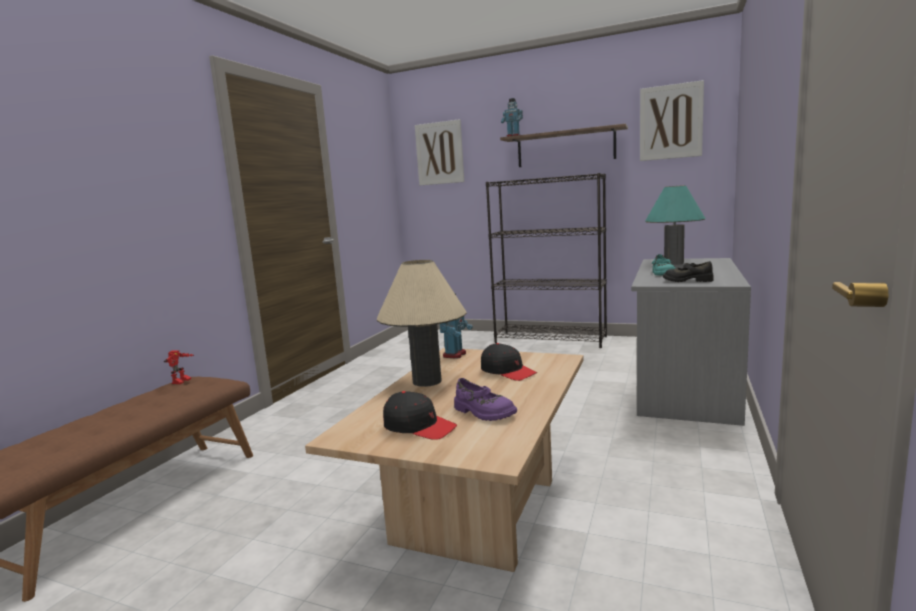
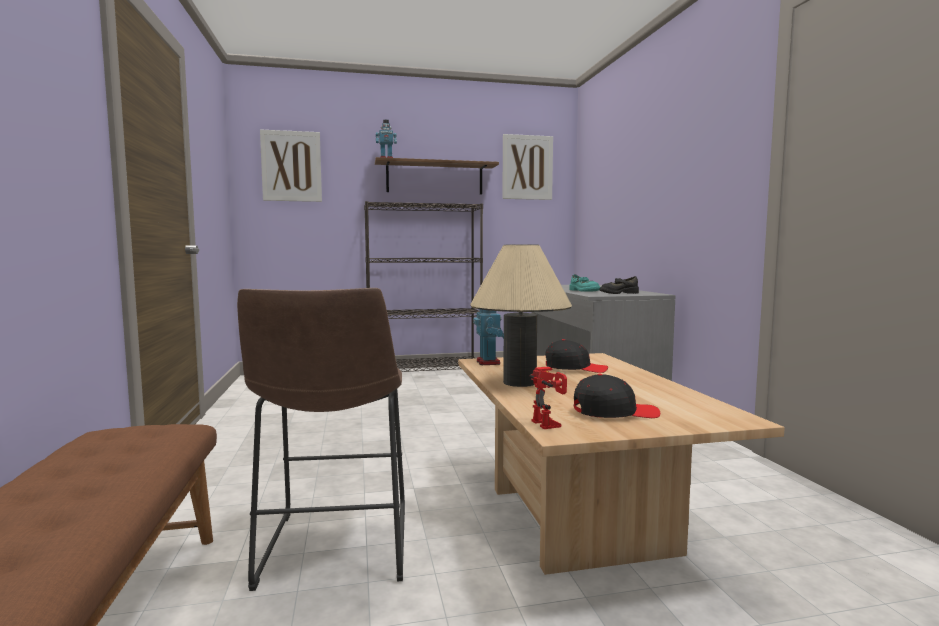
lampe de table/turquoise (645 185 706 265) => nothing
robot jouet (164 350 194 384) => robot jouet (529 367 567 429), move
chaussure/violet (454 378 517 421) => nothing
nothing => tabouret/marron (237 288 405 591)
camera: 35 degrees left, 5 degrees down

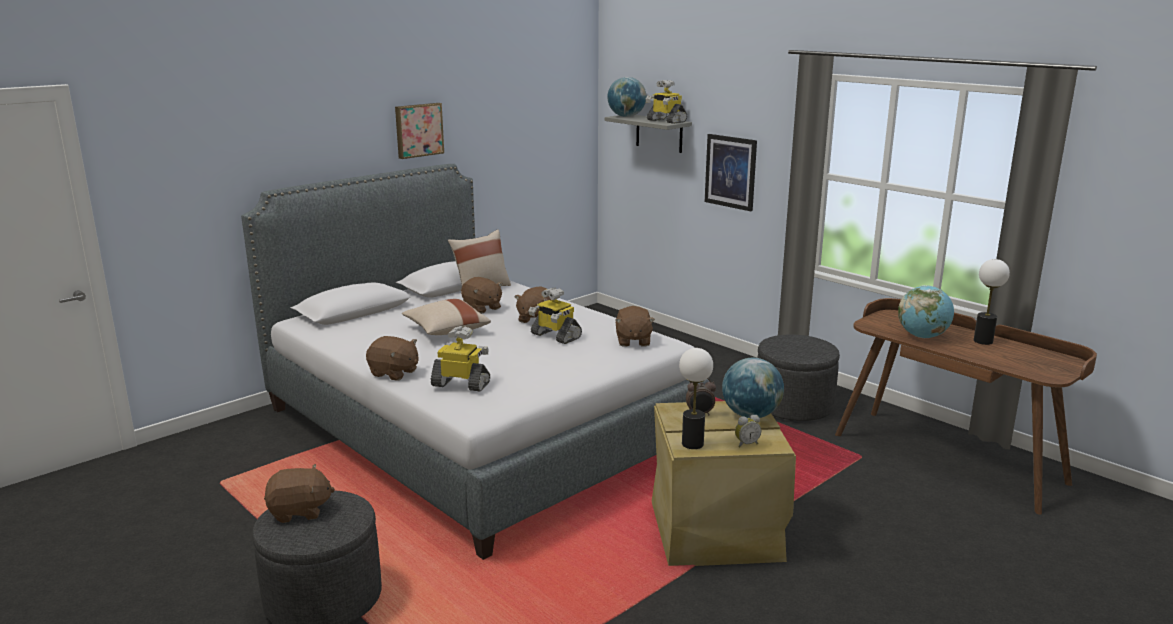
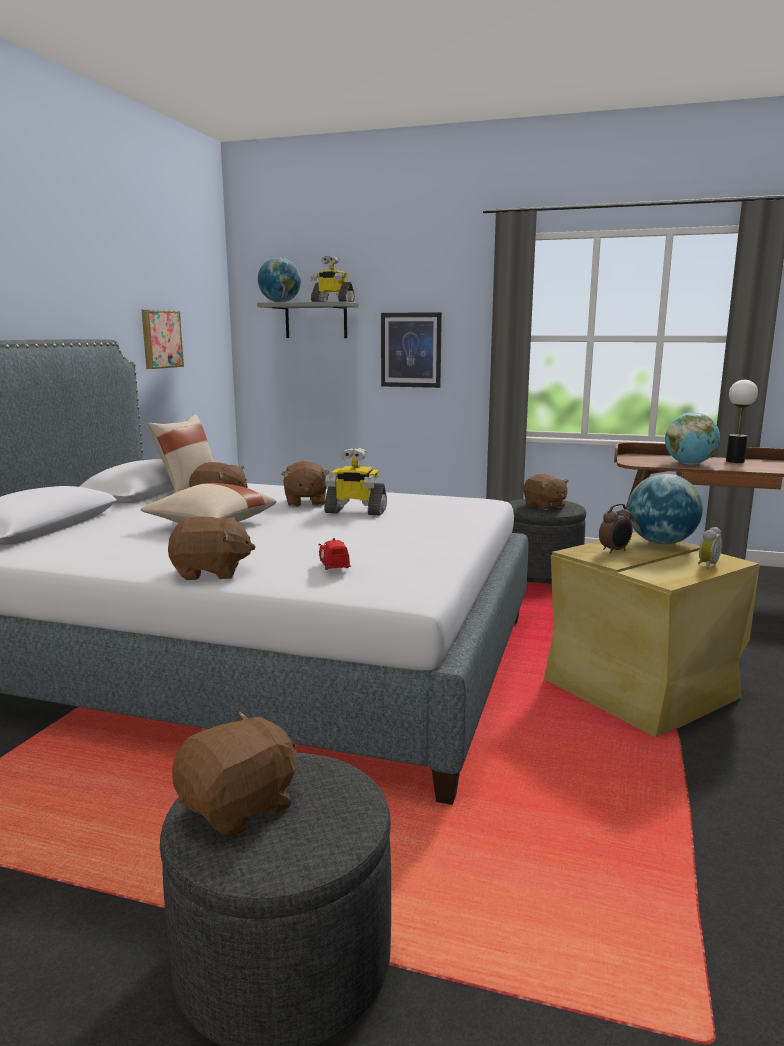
tableau (395 103 444 159) => tableau (142 310 184 369), move
peluche/marron (615 306 655 347) => peluche/marron (524 474 569 510), move
robot jouet (431 326 490 392) => petite voiture/rouge (318 538 351 570)
lampe de table (679 348 713 449) => nothing
camera: 30 degrees left, 5 degrees down

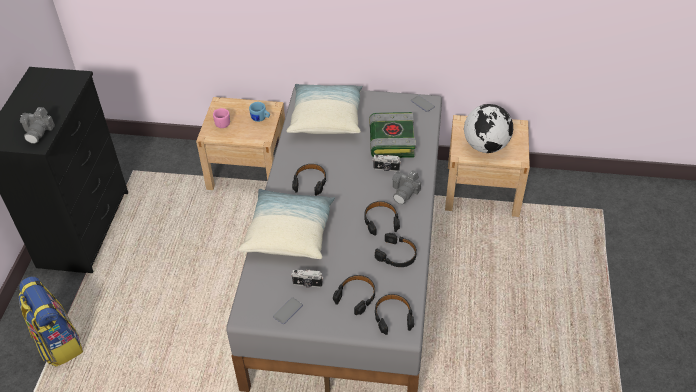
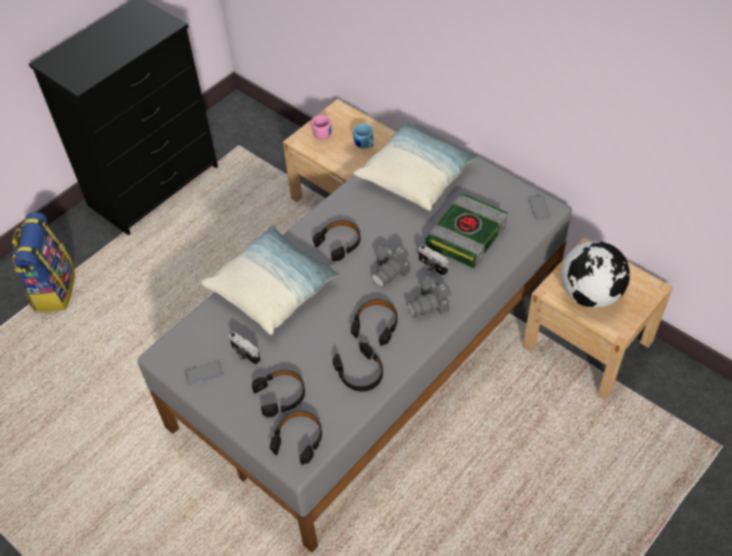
appareil photo (20 107 55 144) => appareil photo (372 244 410 287), move
camera: 35 degrees right, 5 degrees up

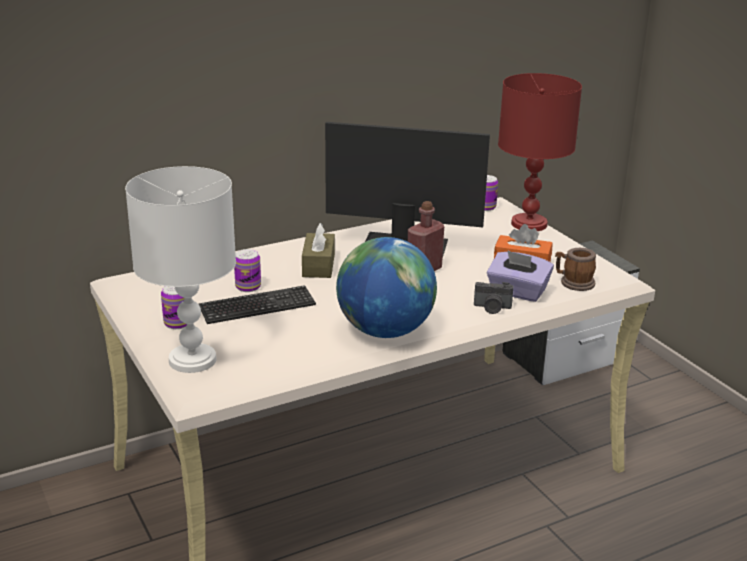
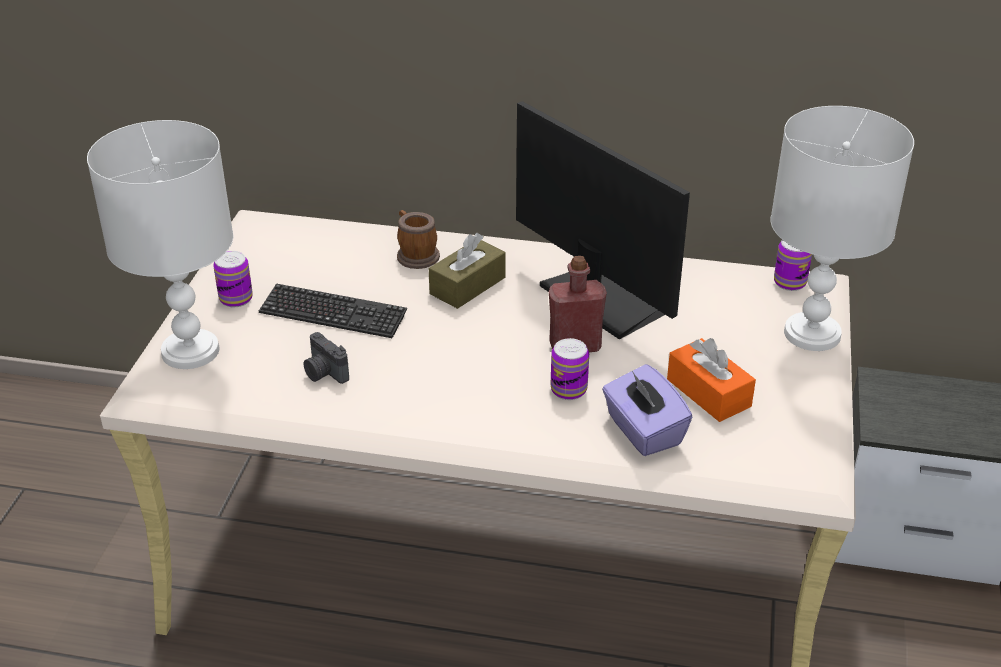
lampe de table/rouge (498 73 582 231) => lampe de table/blanc (770 106 914 351)
globe (336 237 437 338) => nothing
mug (555 248 596 291) => mug (397 210 440 269), move
boîte métallique (234 249 261 292) => boîte métallique (551 338 589 400), move
appareil photo (474 282 513 314) => appareil photo (303 332 349 384), move
camera: 40 degrees right, 10 degrees up

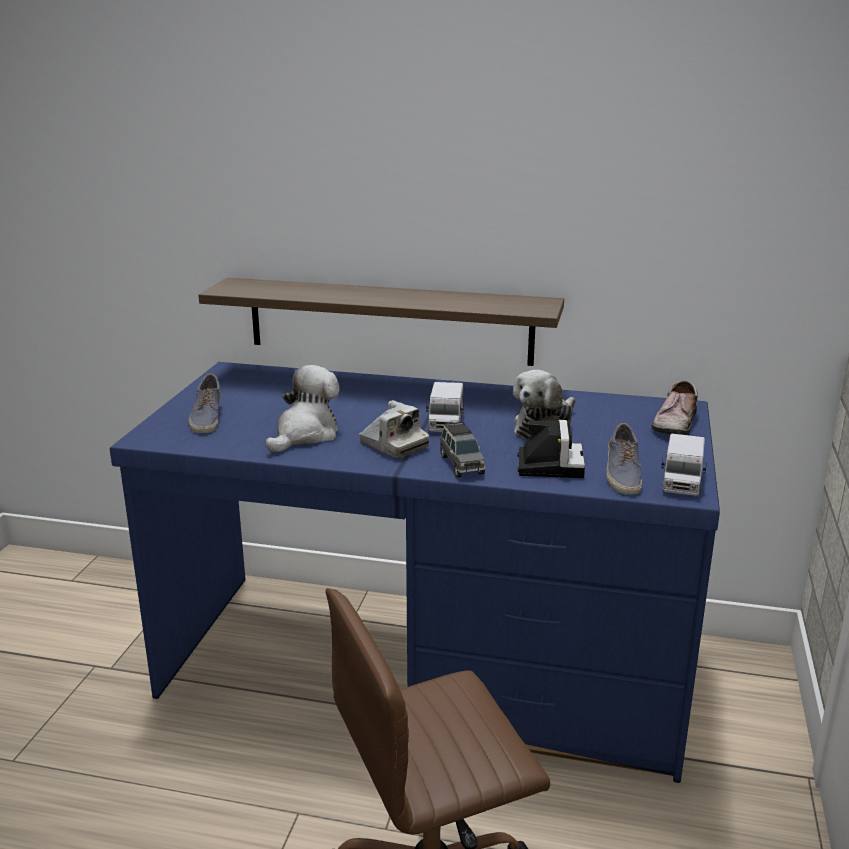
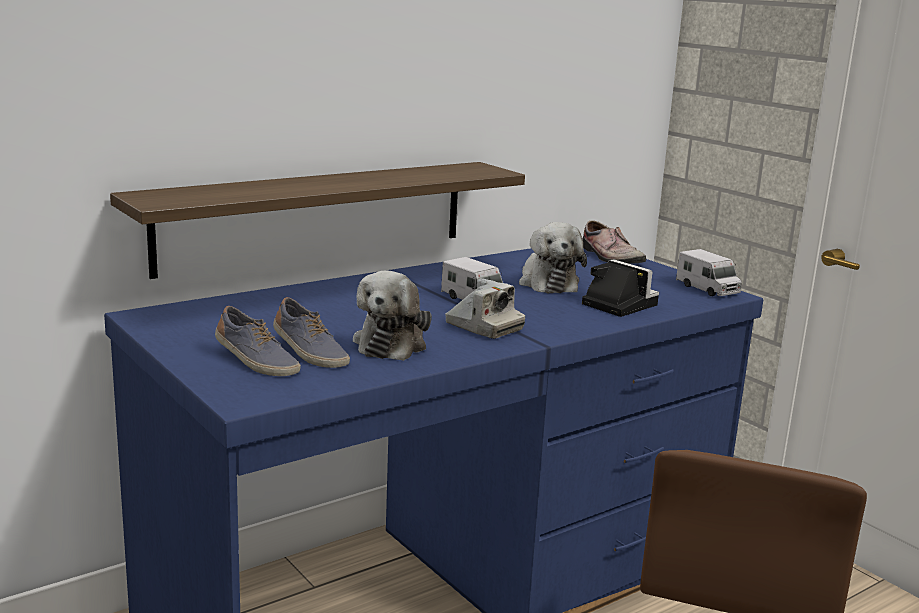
peluche (266 365 340 452) => peluche (353 270 432 361), 150 degrees counterclockwise
appareil photo (359 400 429 458) => appareil photo (445 278 525 339), 45 degrees clockwise
petite voiture/gris (440 422 485 478) => nothing
chaussure (606 423 642 495) => chaussure (273 297 350 368), move
camera: 50 degrees left, 5 degrees down

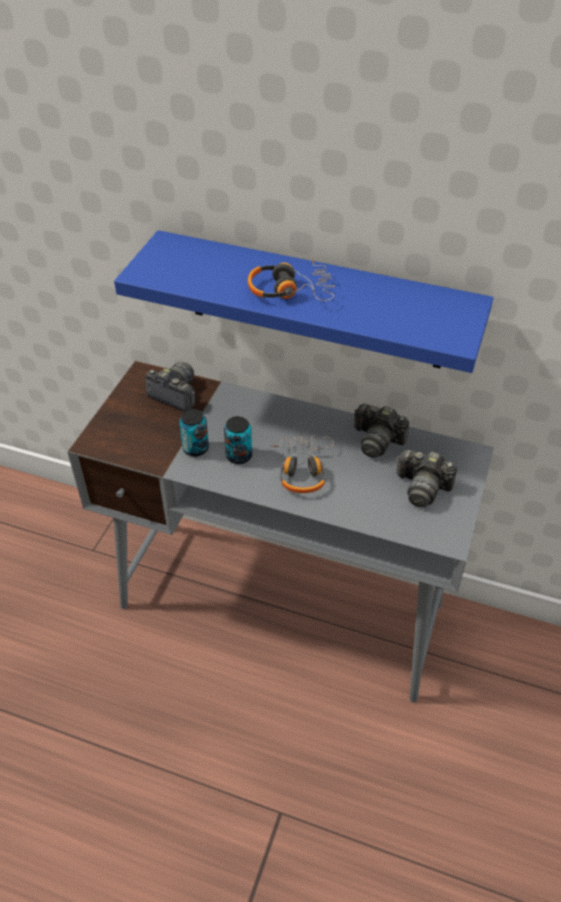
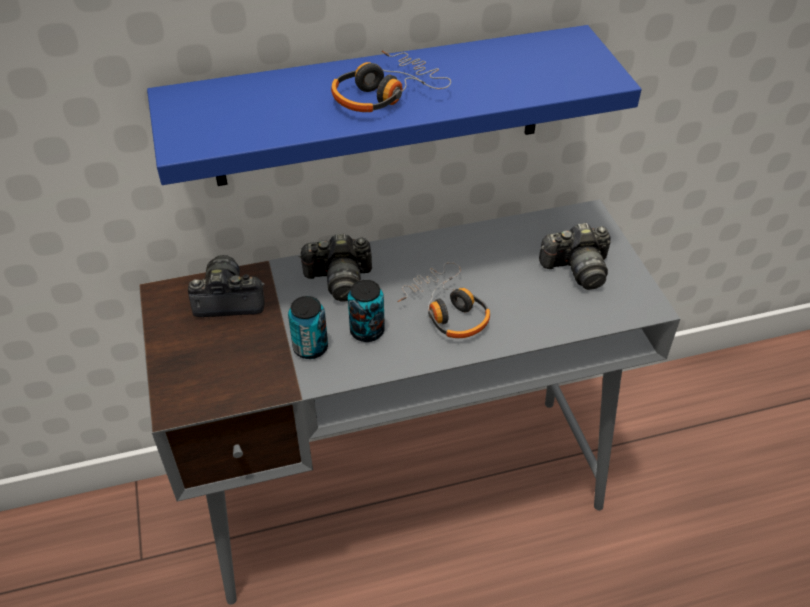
appareil photo (354 403 409 458) => appareil photo (298 234 372 301), move
camera: 35 degrees left, 0 degrees up

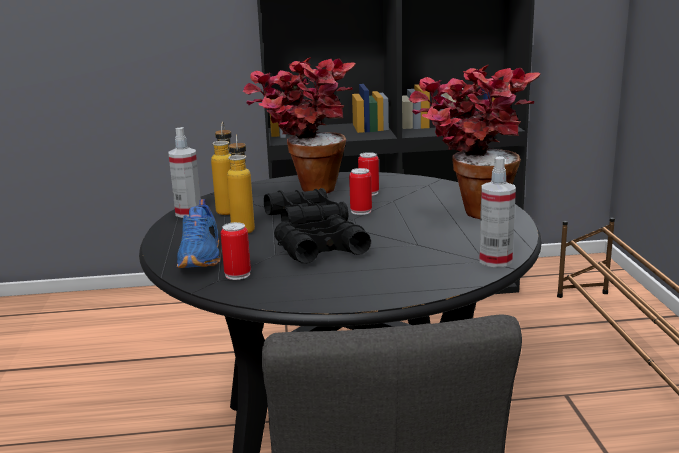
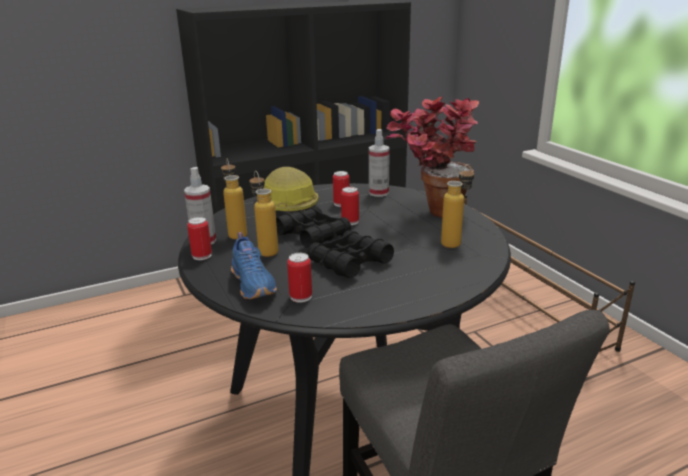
plante en pot (243 57 356 193) => casque de chantier (264 167 319 214)
vaporisateur (479 156 516 268) => vaporisateur (369 129 390 197), move
nothing => bouteille (441 164 474 248)
nothing => boîte métallique (187 217 212 260)
camera: 20 degrees left, 5 degrees up

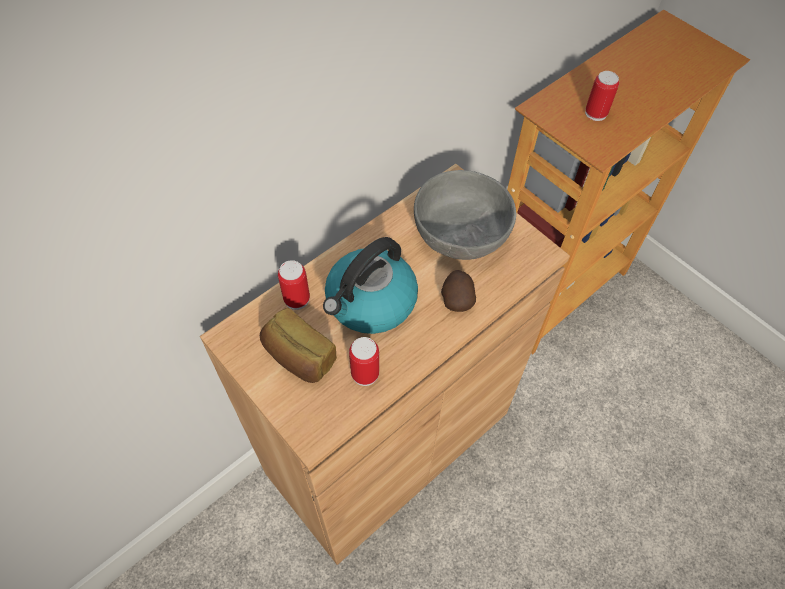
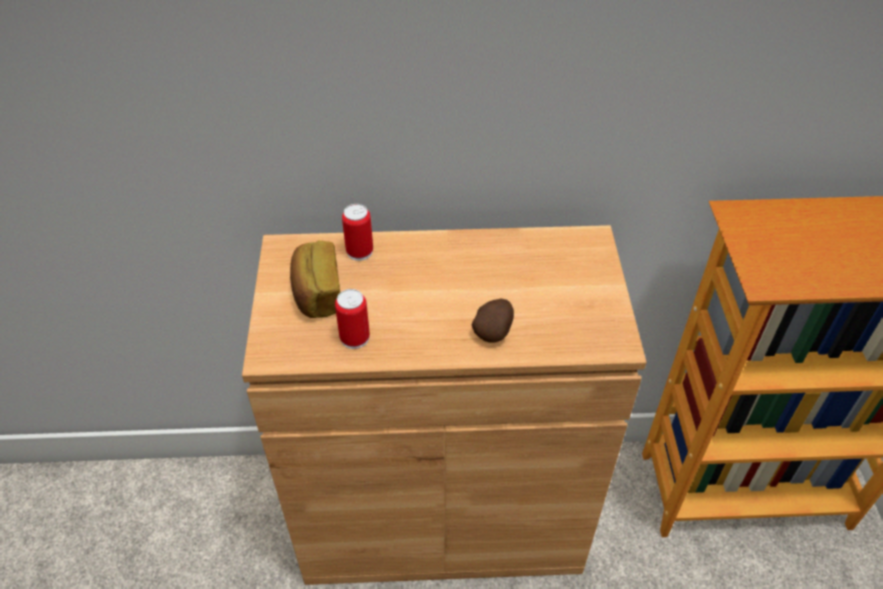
boîte métallique (585 71 619 121) => nothing
bol/gris (414 170 516 260) => nothing
bouilloire (323 237 418 334) => nothing
camera: 40 degrees right, 10 degrees down

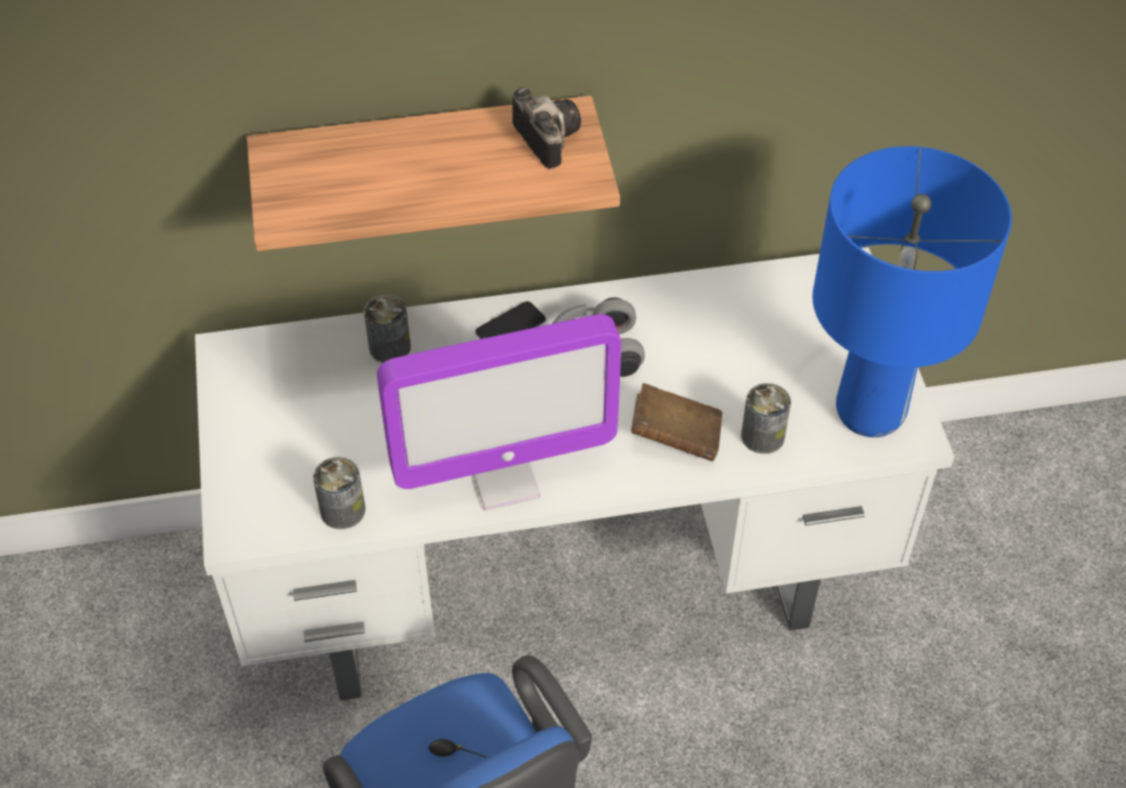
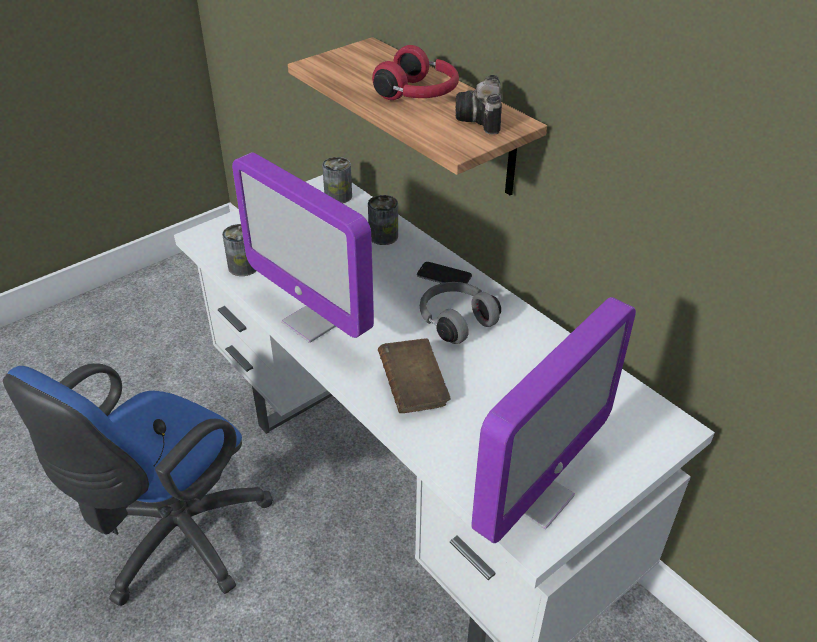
appareil photo (512 87 581 169) => appareil photo (456 75 502 134), 150 degrees clockwise
lampe de table/bleu (812 146 1012 437) => écran d'ordinateur (471 297 636 543)
boîte métallique (741 383 791 454) => boîte métallique (322 157 352 203), move
nothing => casque audio/rouge (372 45 459 100)
camera: 60 degrees right, 10 degrees down

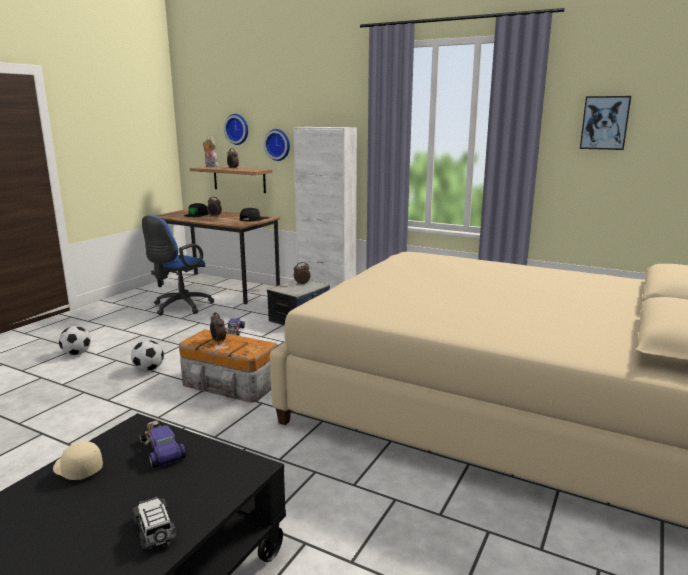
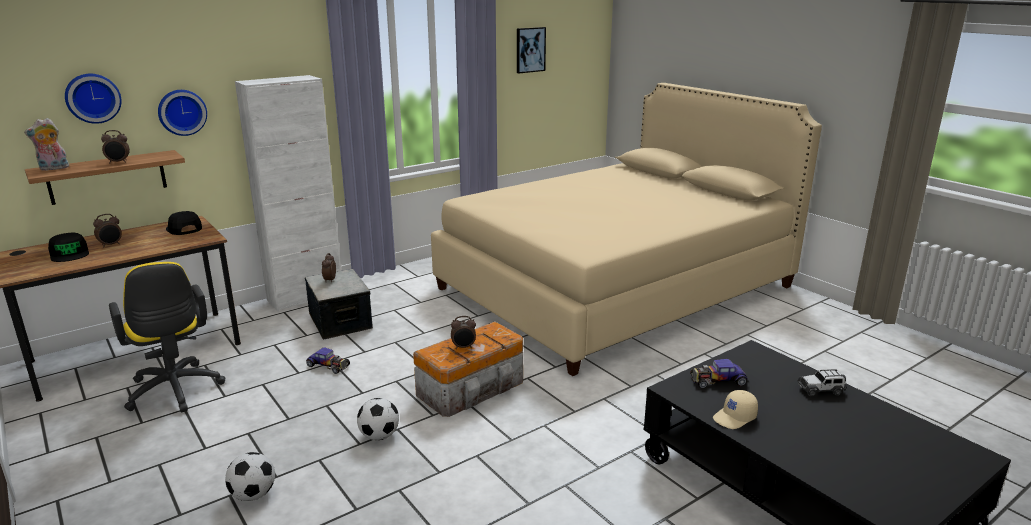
chaise de bureau/bleu (142 215 214 315) => chaise de bureau/jaune (109 262 225 412)
camera: 65 degrees left, 5 degrees up

